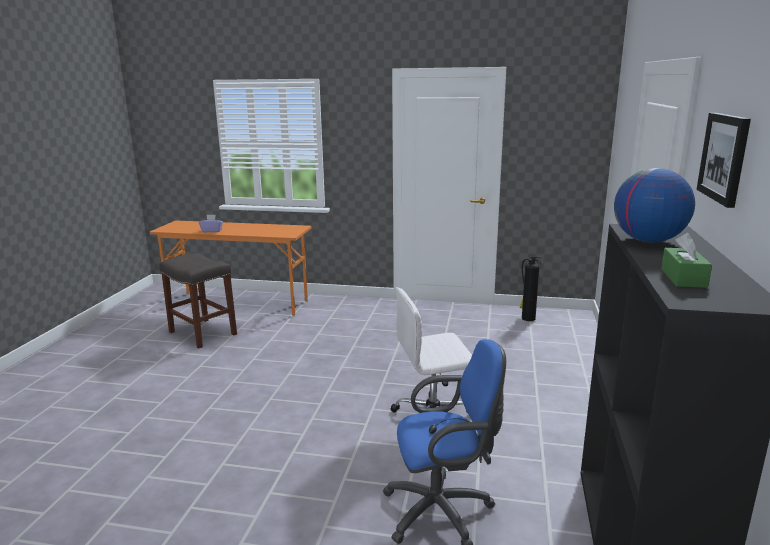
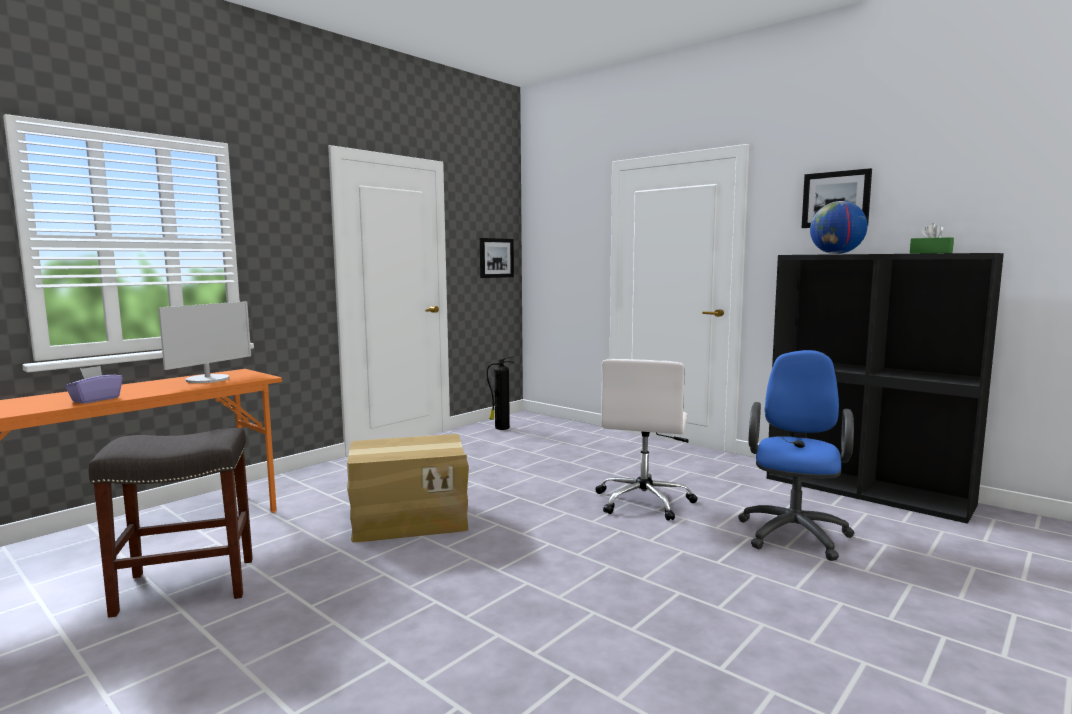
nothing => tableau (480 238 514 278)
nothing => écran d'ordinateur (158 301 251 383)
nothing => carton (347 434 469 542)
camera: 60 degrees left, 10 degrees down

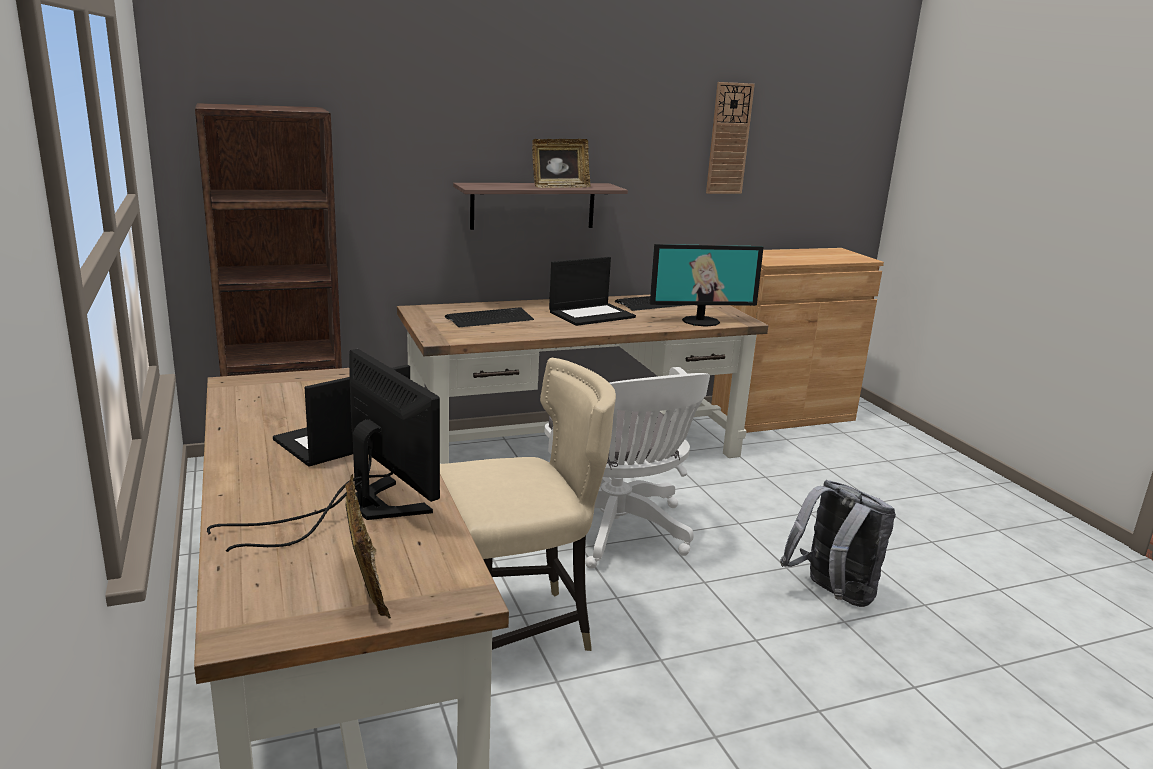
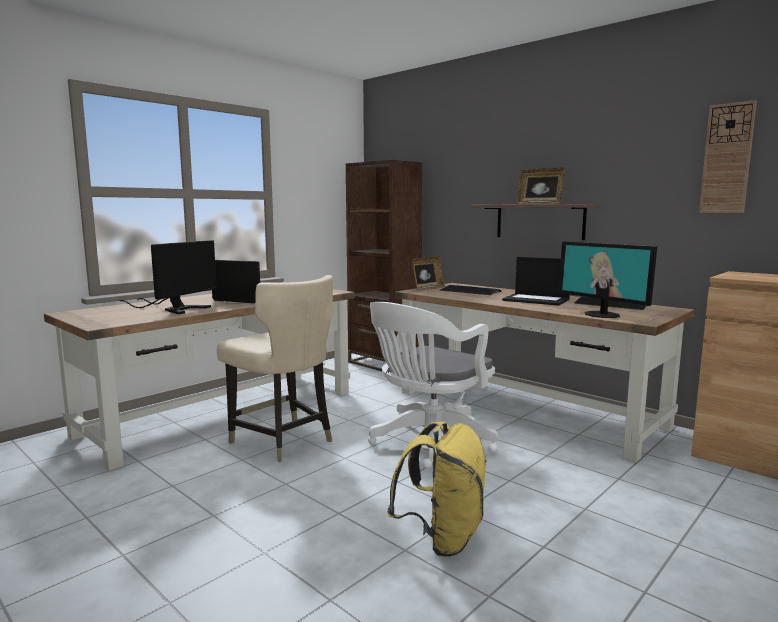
cadre photo (345 474 391 619) => cadre photo (412 256 445 291), move
sac à dos/gris (780 480 896 607) => sac à dos/jaune (387 422 487 557)
camera: 65 degrees right, 10 degrees down

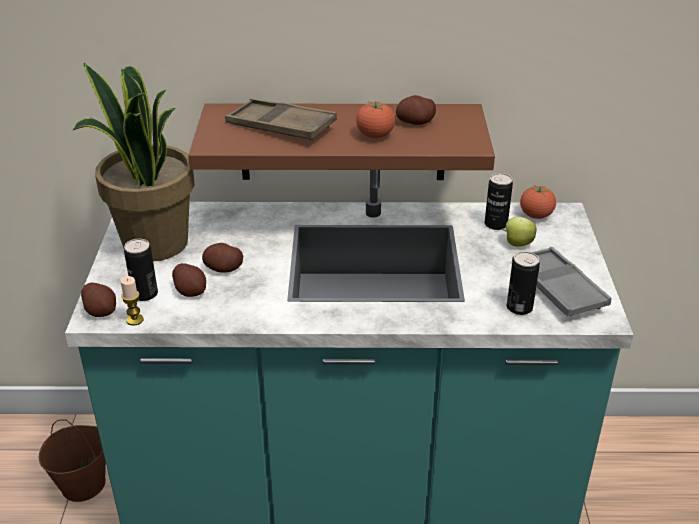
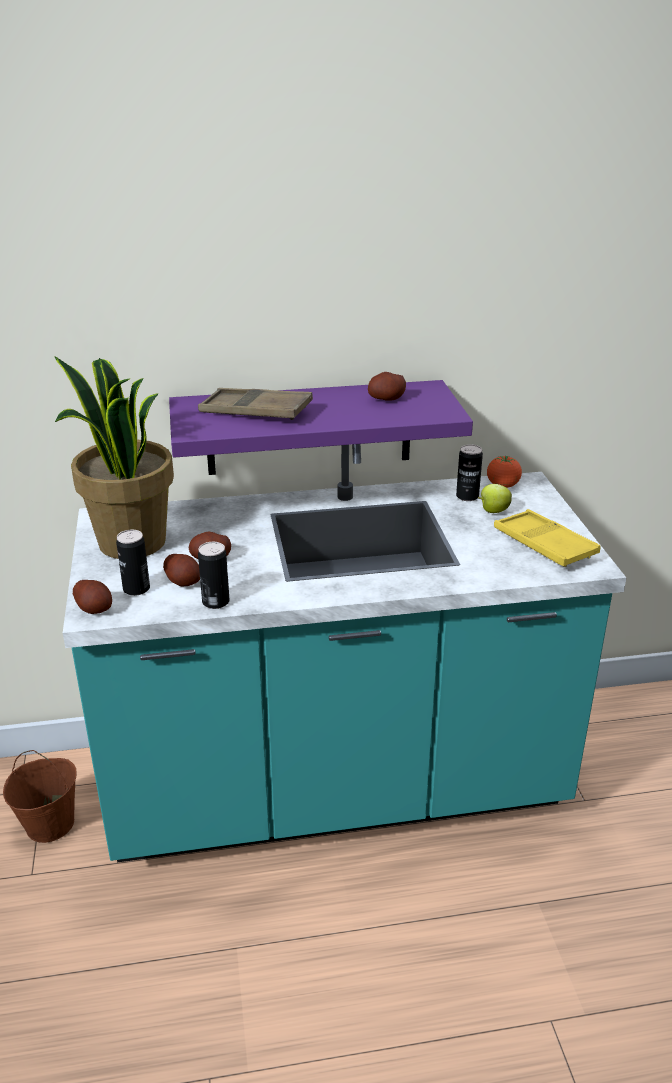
tomate (356 101 395 138) => nothing
étagère/marron (188 103 495 180) => étagère/violet (169 380 473 475)
plateau/gris (512 247 611 316) => plateau/jaune (494 509 600 567)
boîte métallique (507 251 540 315) => boîte métallique (198 542 230 609), move
bougie (120 276 144 326) => nothing
camera: 10 degrees left, 5 degrees down

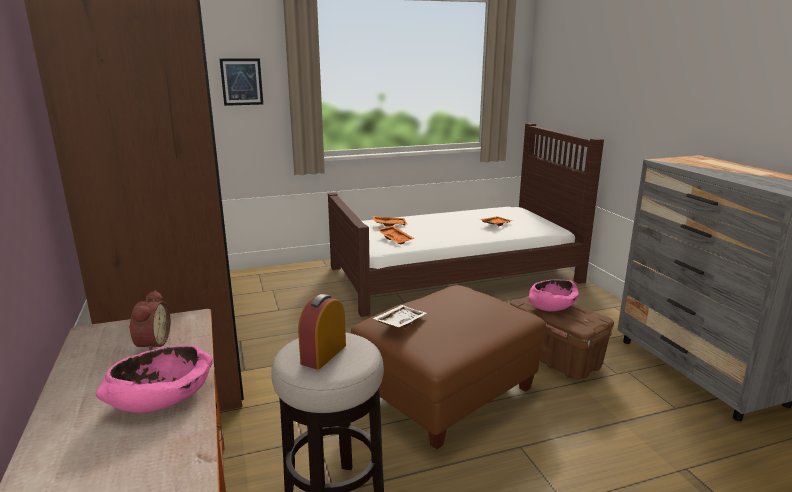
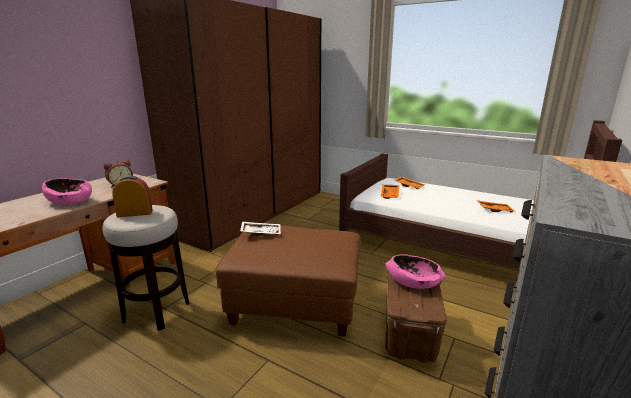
tableau (220 58 263 106) => nothing
camera: 50 degrees right, 0 degrees up

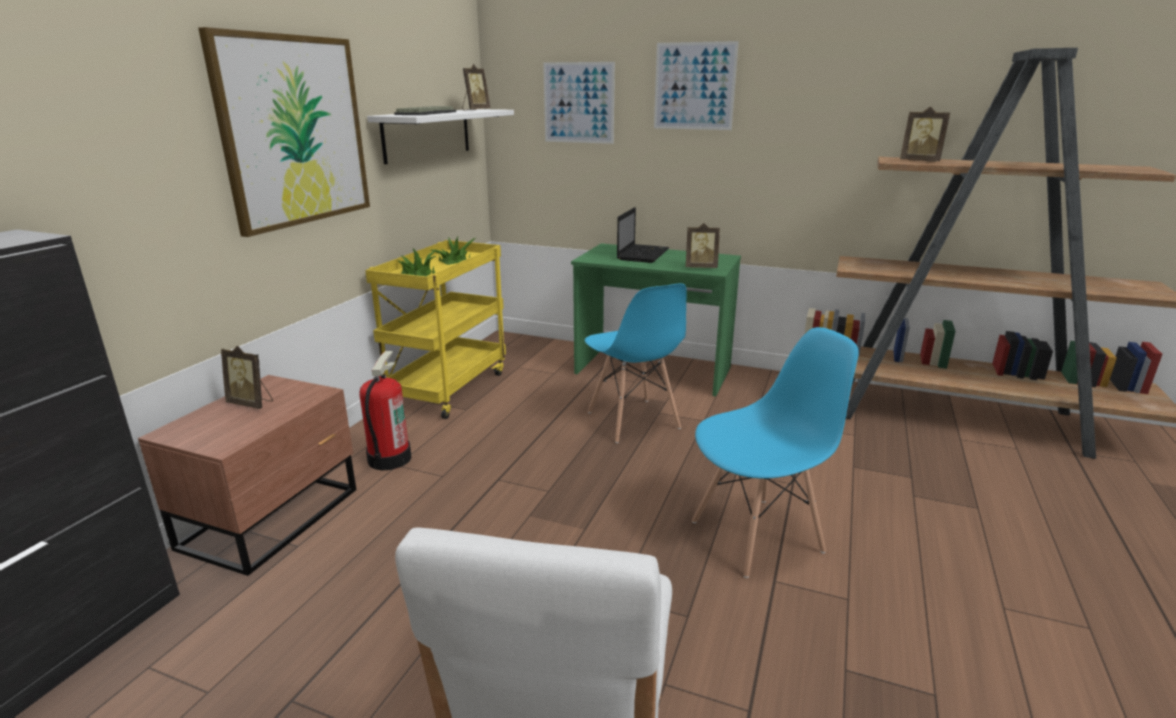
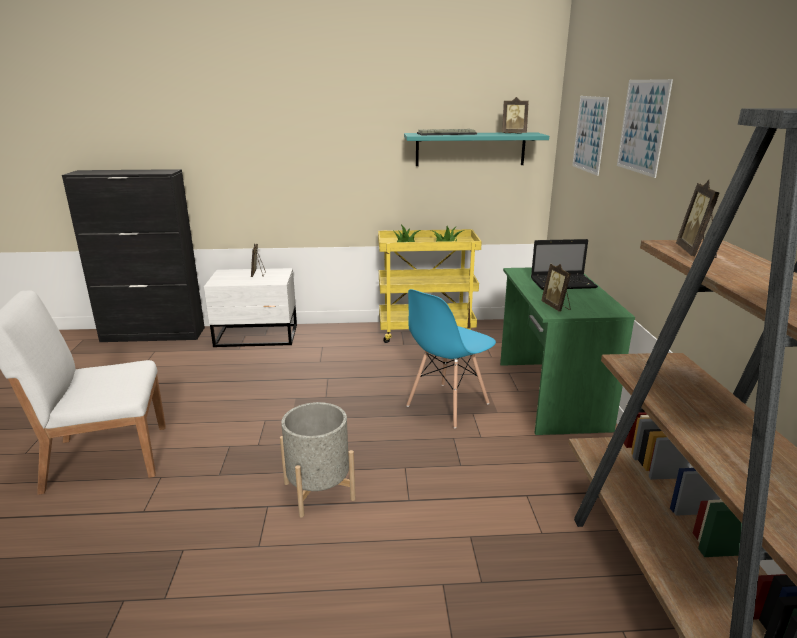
tableau (198 27 370 237) => nothing
étagère/blanc (367 109 514 164) => étagère/turquoise (404 132 549 166)
chaise/bleu (692 327 859 578) => cache-pot/gris (280 402 355 518)
extincteur (360 351 412 470) => nothing
table de chevet/marron (138 375 356 576) => table de chevet/blanc (204 268 297 347)
camera: 65 degrees right, 0 degrees up

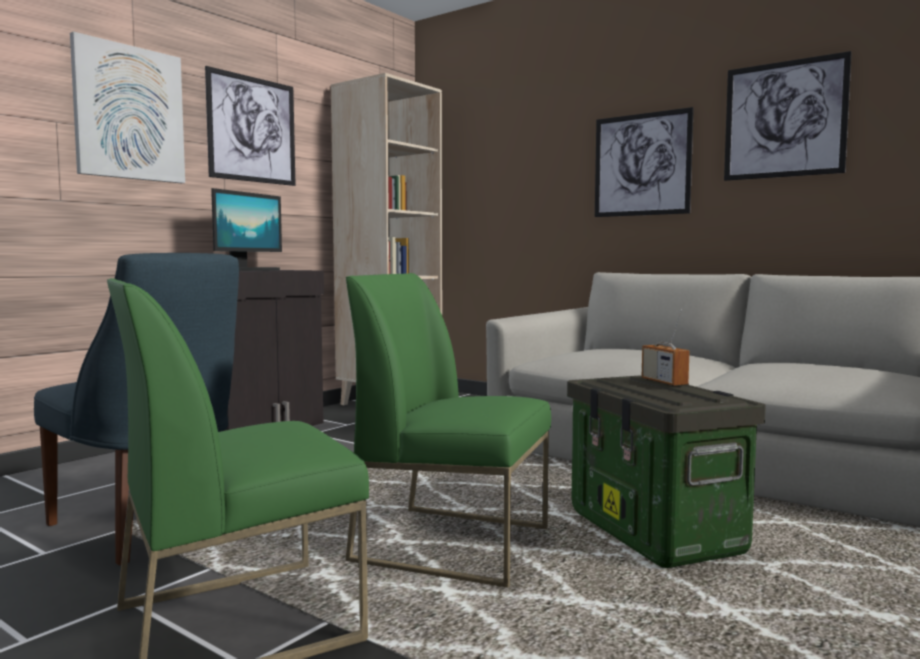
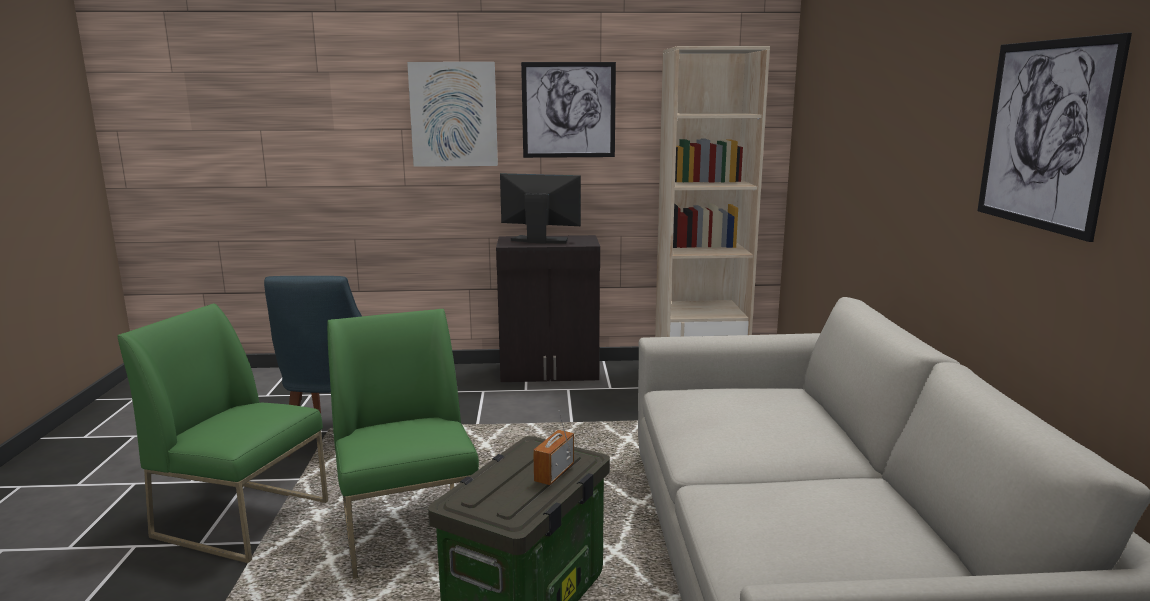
tableau (595 107 694 217) => nothing
écran d'ordinateur (211 188 282 271) => écran d'ordinateur (500 173 581 244), 150 degrees counterclockwise
camera: 50 degrees right, 10 degrees up

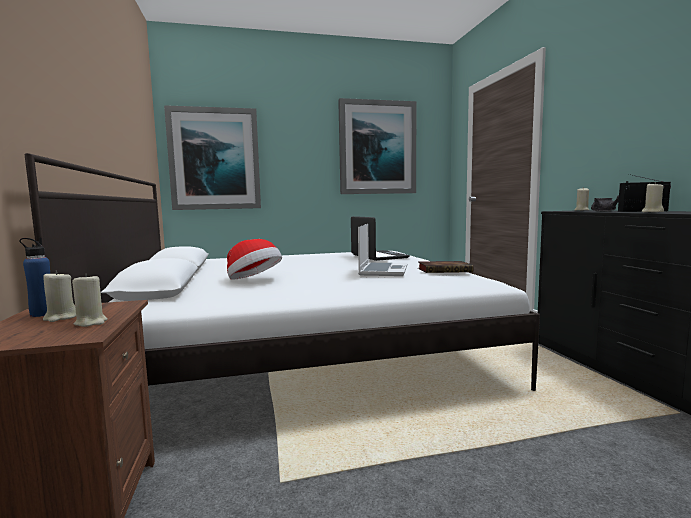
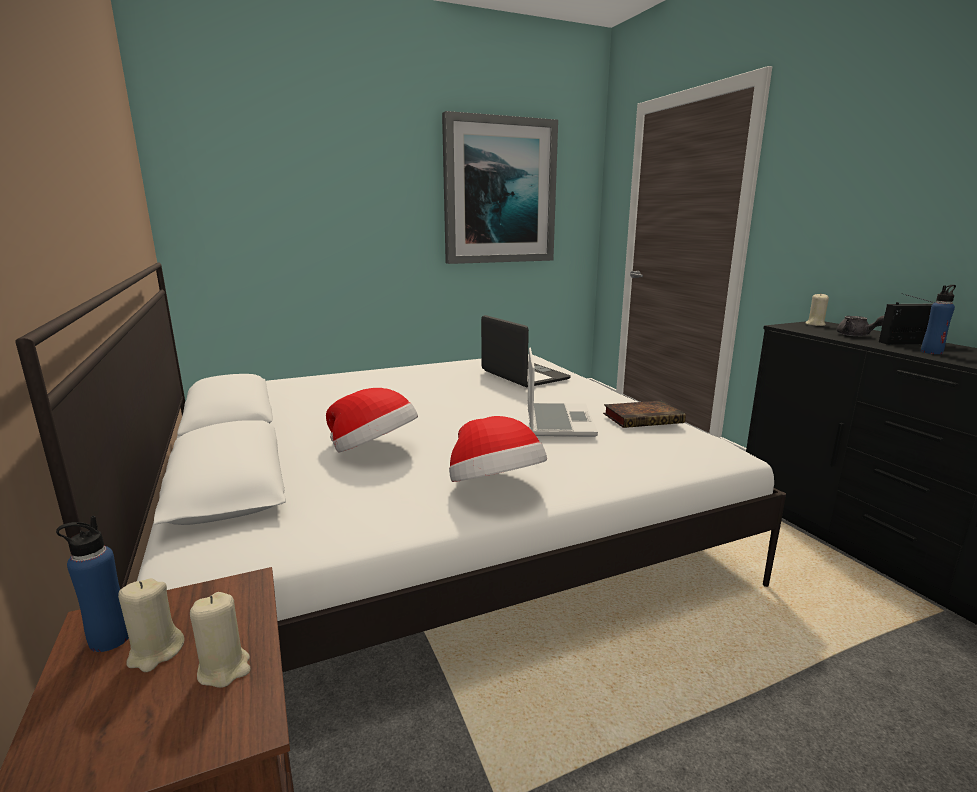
tableau (164 105 261 210) => nothing
bougie/beige (642 182 664 212) => bouteille/bleu (921 285 956 354)
nothing => chapeau (449 416 547 482)
camera: 10 degrees left, 10 degrees up

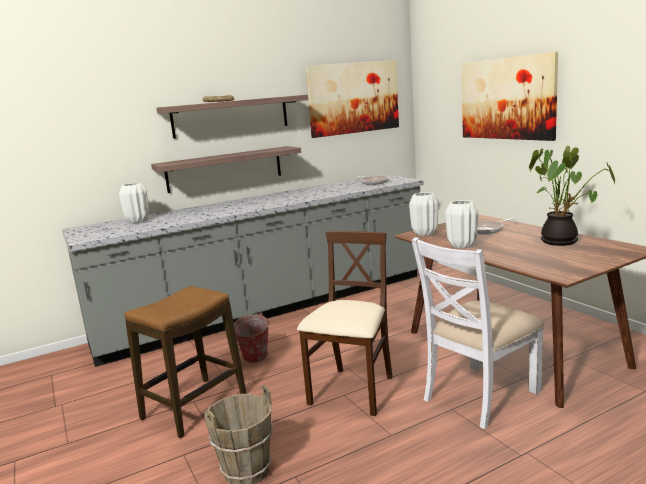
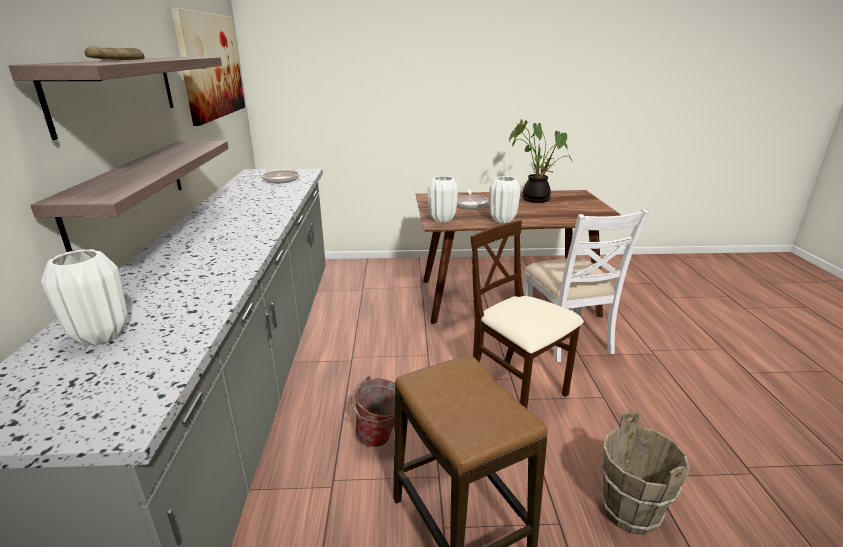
tableau (462 52 558 141) => nothing
camera: 65 degrees left, 10 degrees up

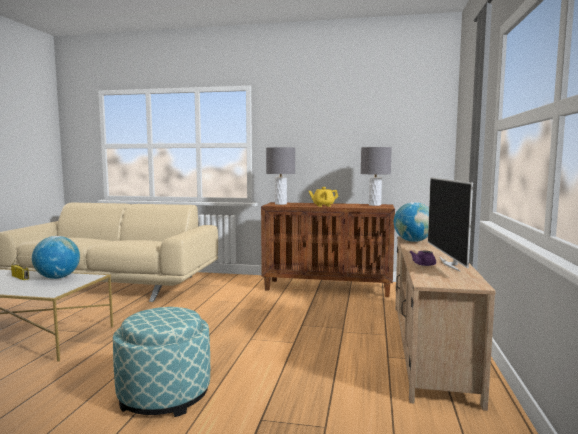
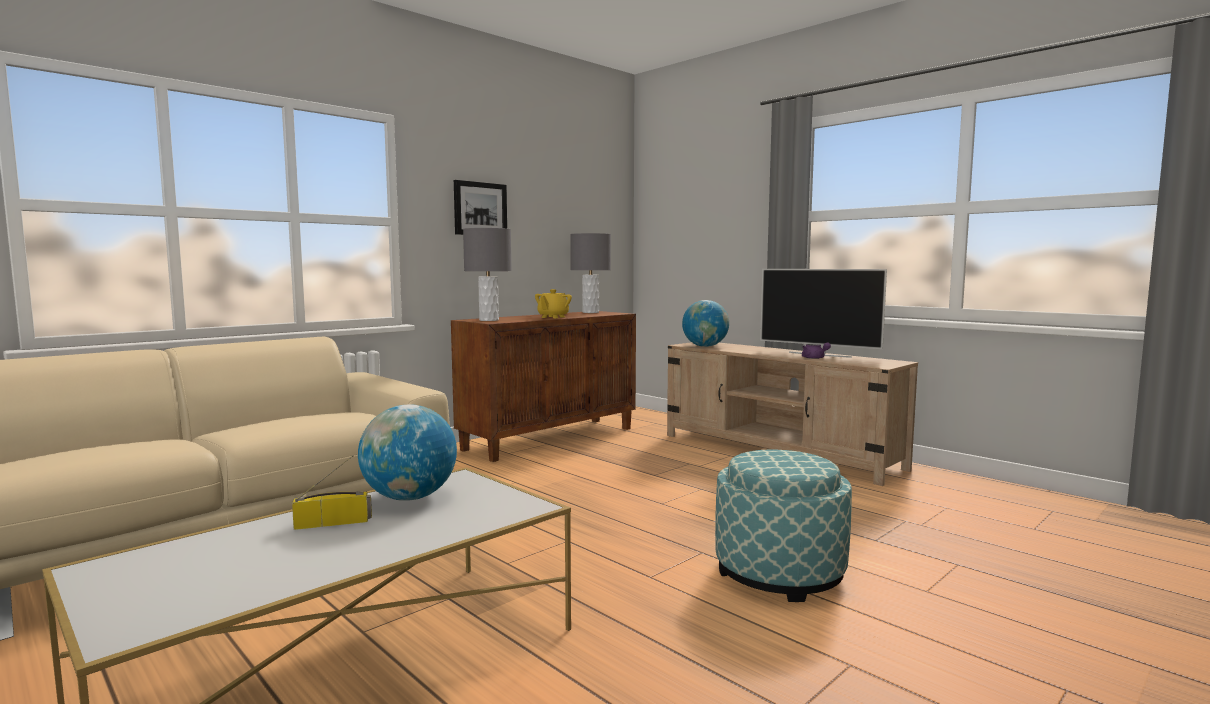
nothing => tableau (454 180 507 235)
camera: 55 degrees left, 0 degrees up

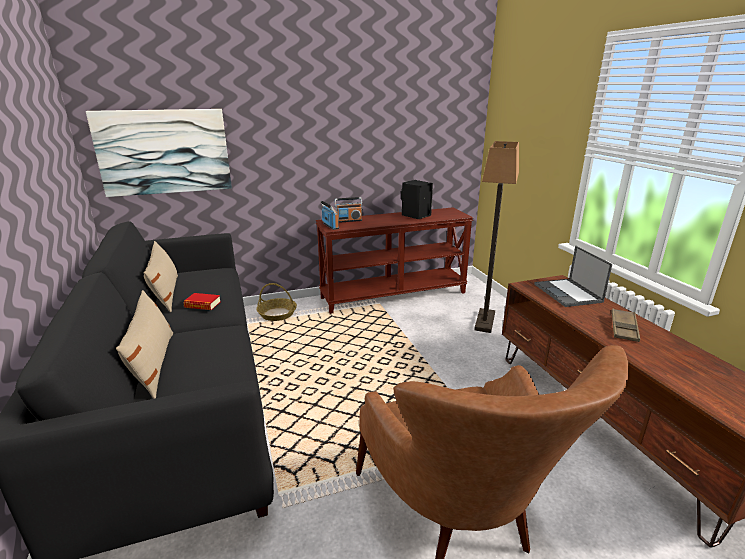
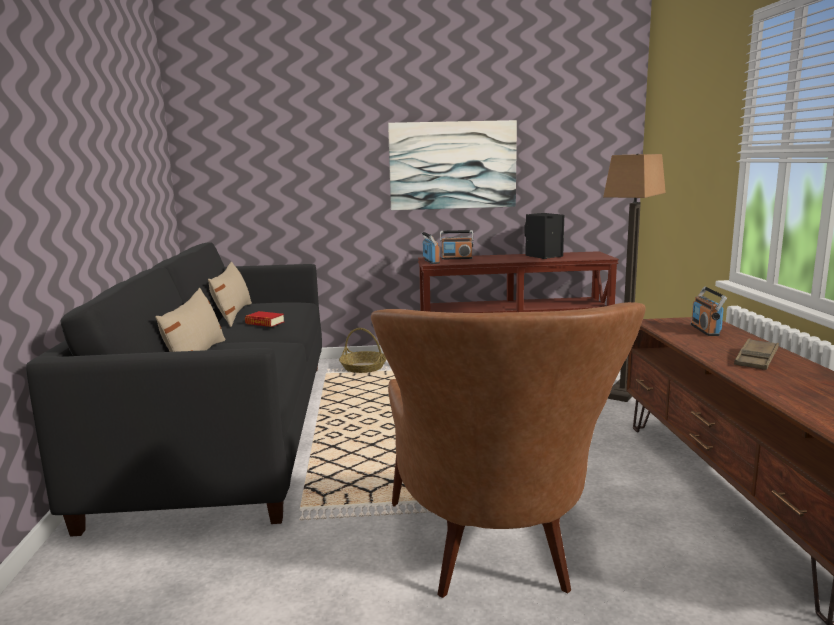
tableau (86 109 232 197) => tableau (388 120 517 210), move
ordinateur portable (534 246 612 307) => radio (691 286 727 336)
camera: 15 degrees right, 10 degrees down

